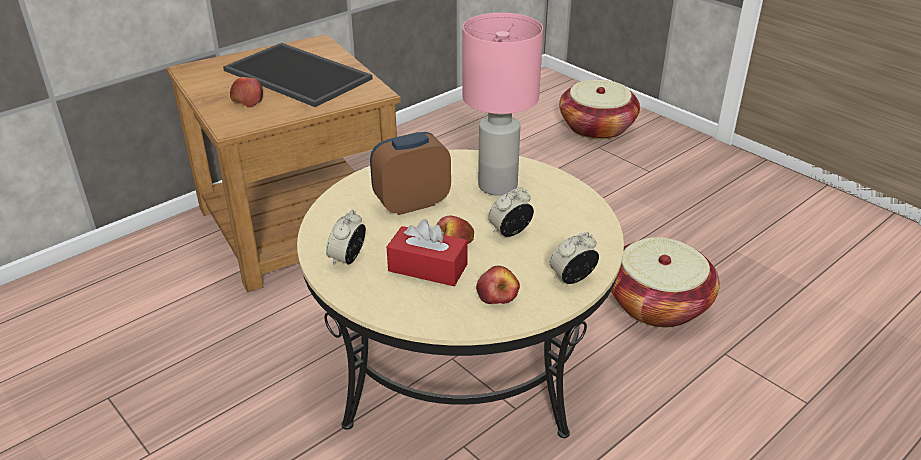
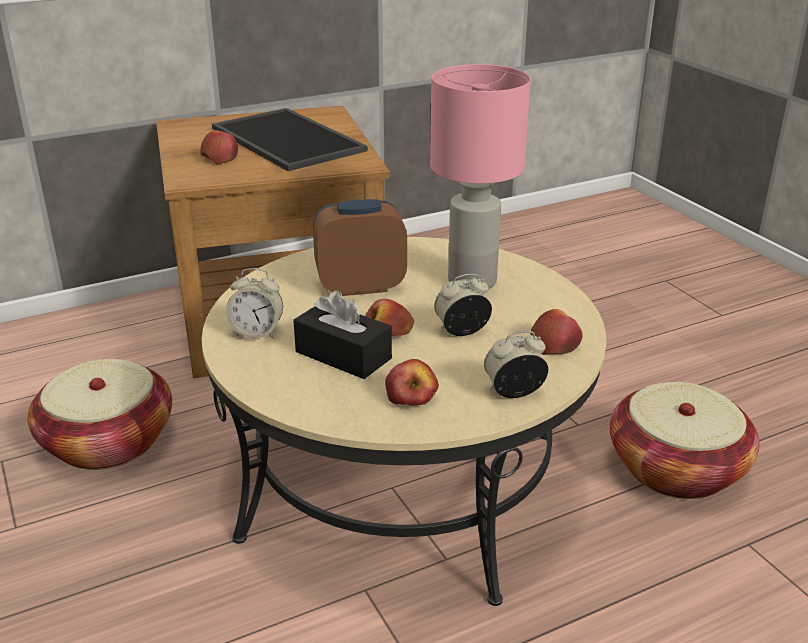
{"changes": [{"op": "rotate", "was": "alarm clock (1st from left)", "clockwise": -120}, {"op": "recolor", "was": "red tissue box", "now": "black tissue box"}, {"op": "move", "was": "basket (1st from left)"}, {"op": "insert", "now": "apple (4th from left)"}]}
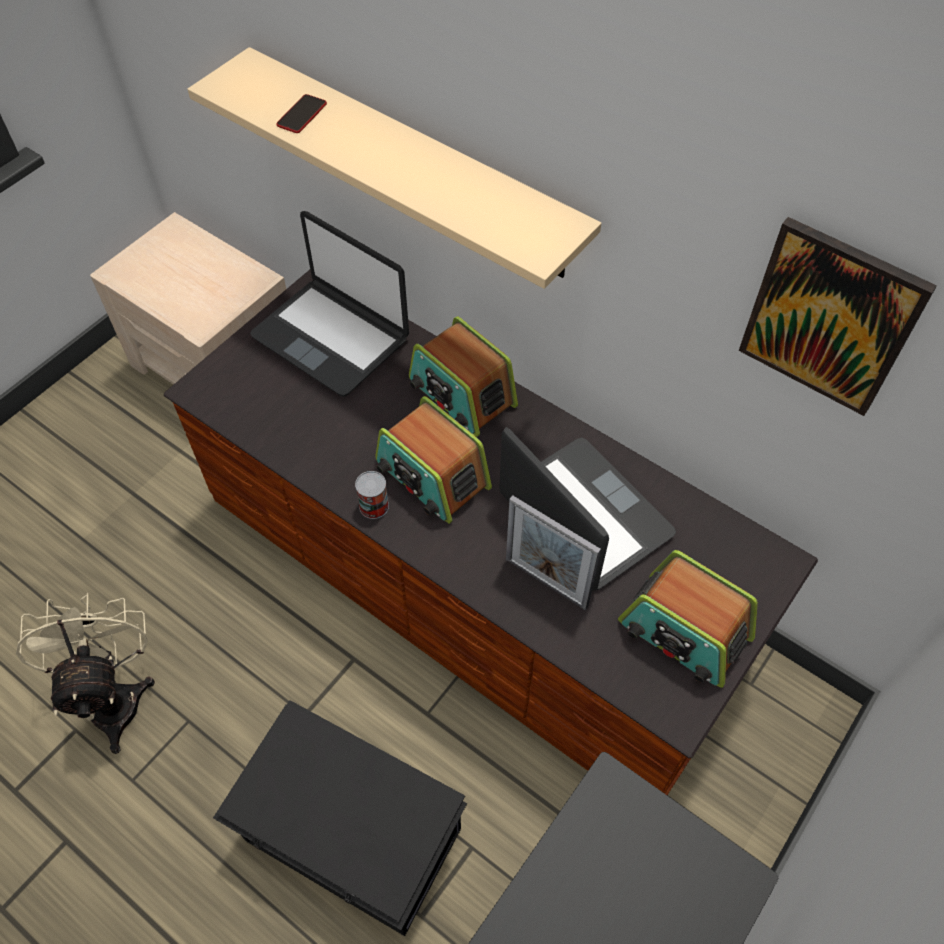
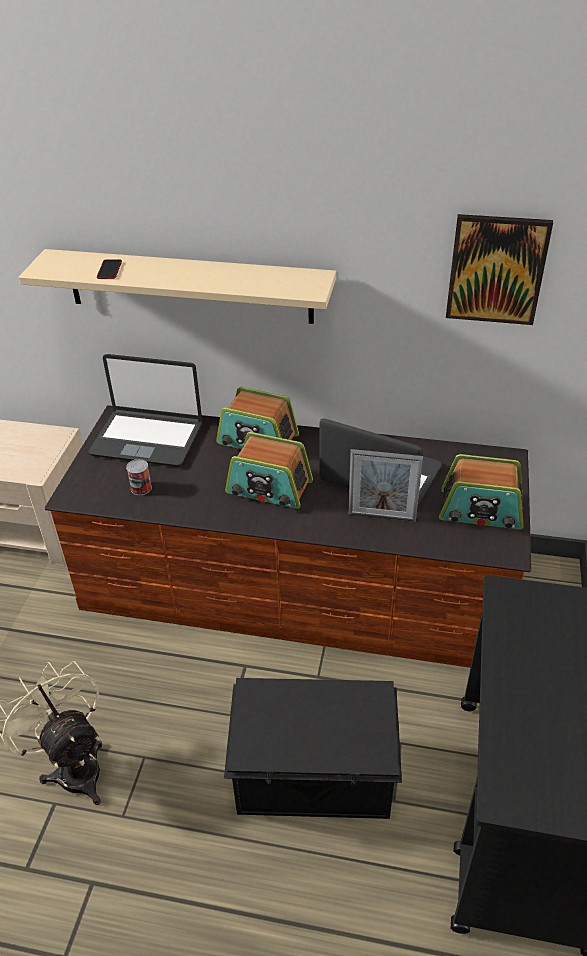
{"changes": [{"op": "move", "was": "can"}]}
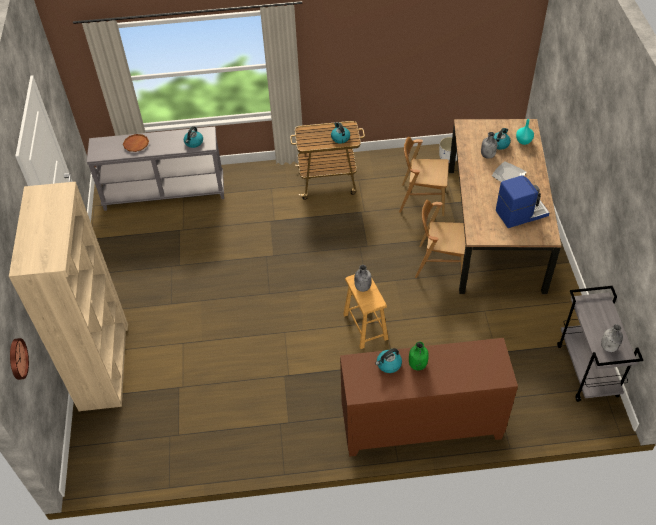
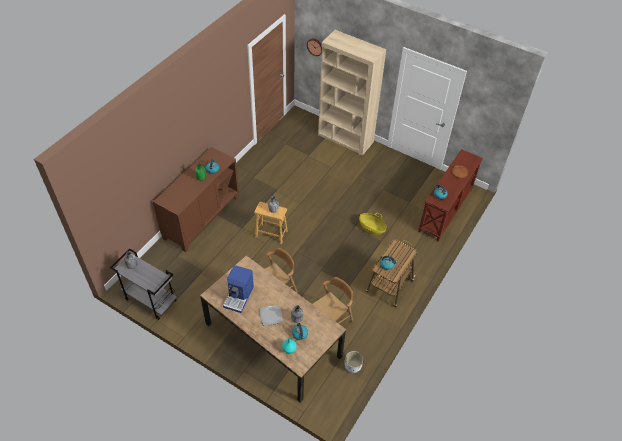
{"changes": [{"op": "recolor", "was": "grey console table", "now": "brown console table"}, {"op": "insert", "now": "basket"}]}
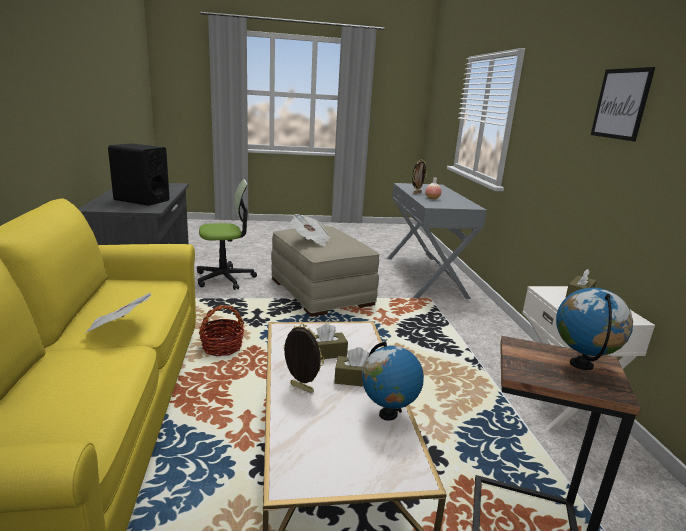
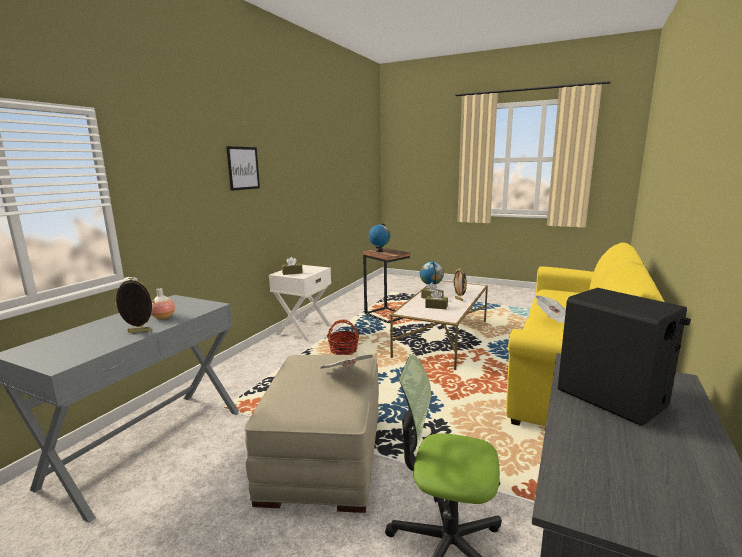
{"changes": [{"op": "move", "was": "basket"}]}
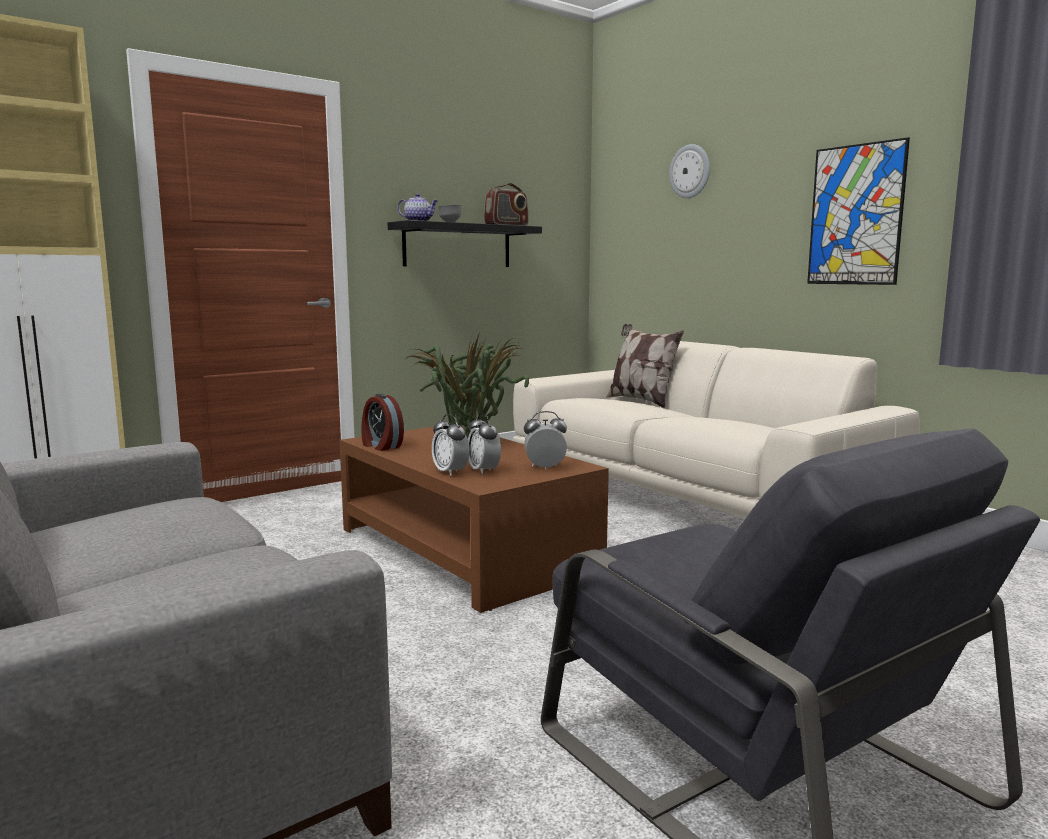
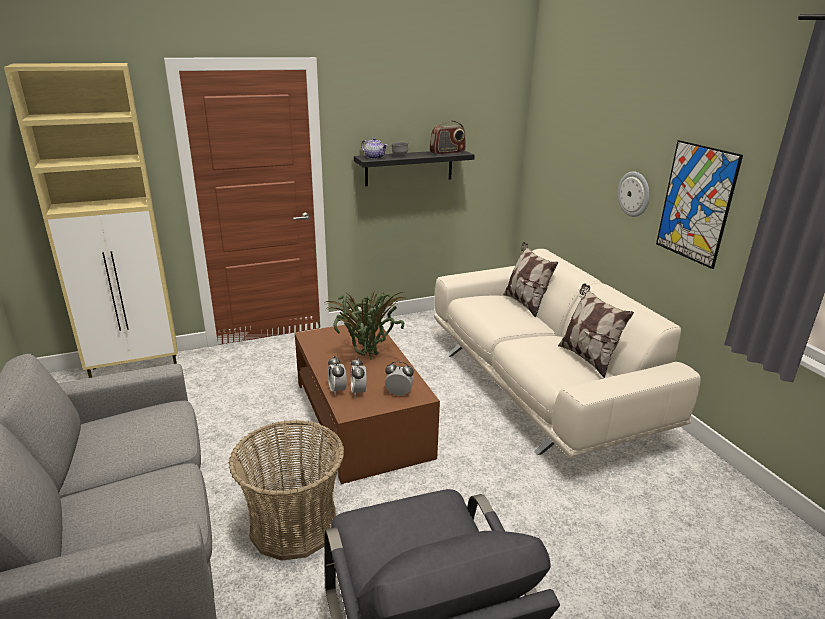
{"changes": [{"op": "delete", "was": "alarm clock (1st from left)"}, {"op": "move", "was": "wall clock"}, {"op": "insert", "now": "basket"}, {"op": "insert", "now": "pillow (2nd from left)"}]}
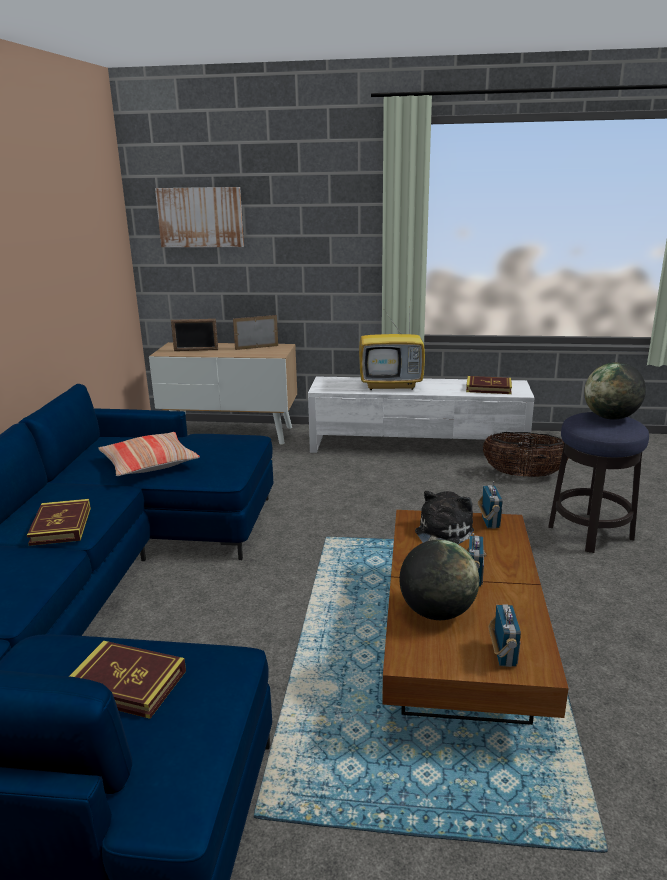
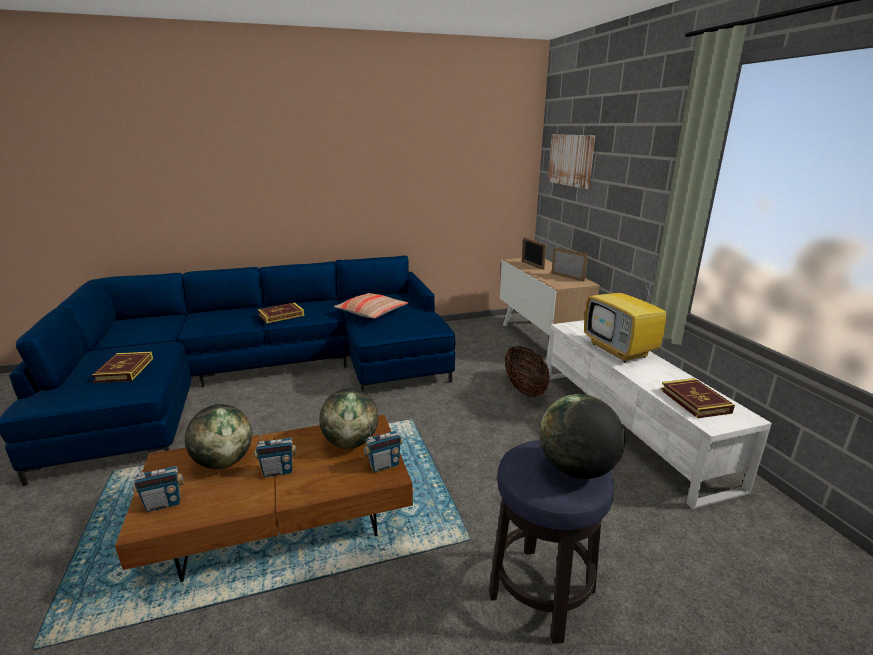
{"changes": [{"op": "replace", "was": "plush toy", "now": "globe (2nd from left)"}, {"op": "move", "was": "basket"}]}
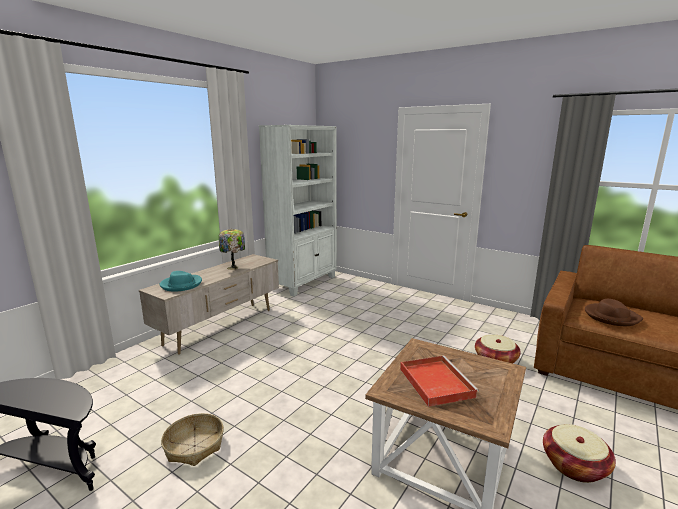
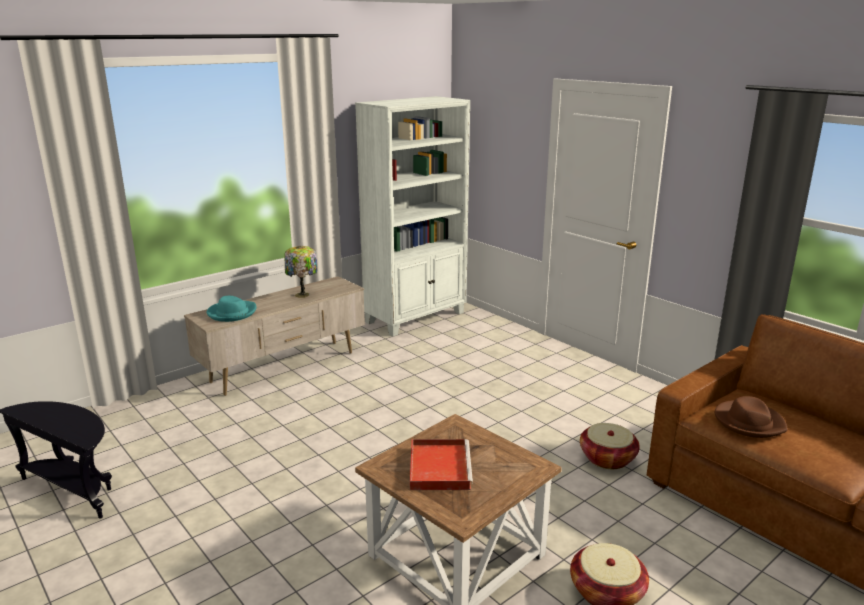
{"changes": [{"op": "delete", "was": "basket (1st from left)"}]}
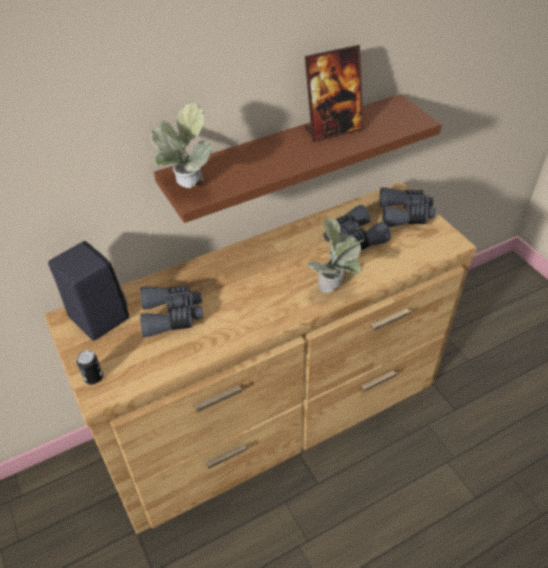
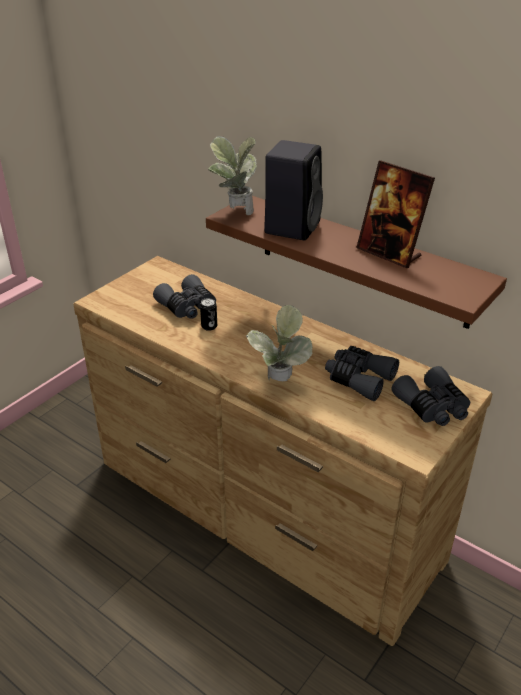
{"changes": [{"op": "move", "was": "black speaker"}, {"op": "move", "was": "can"}]}
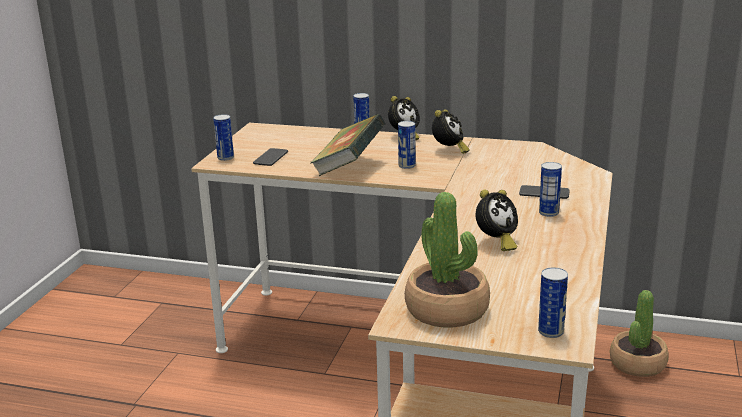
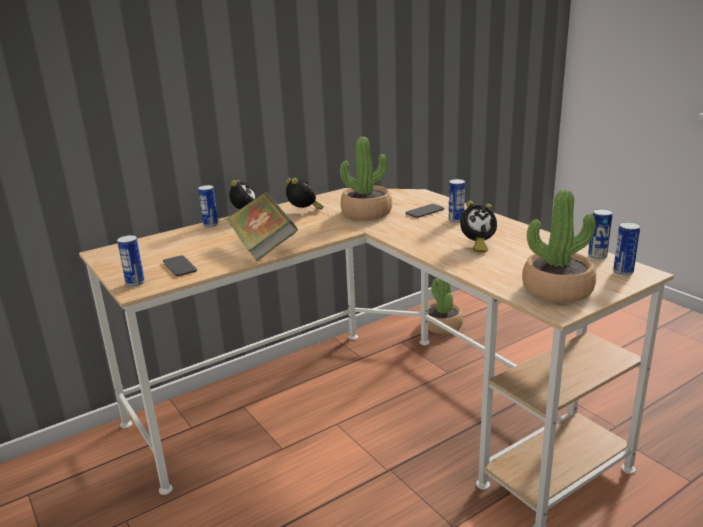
{"changes": [{"op": "move", "was": "can (3rd from left in the first image)", "now": "can (4th from left)"}, {"op": "rotate", "was": "alarm clock (3rd from left)", "clockwise": 75}, {"op": "insert", "now": "potted plant (1st from left)"}]}
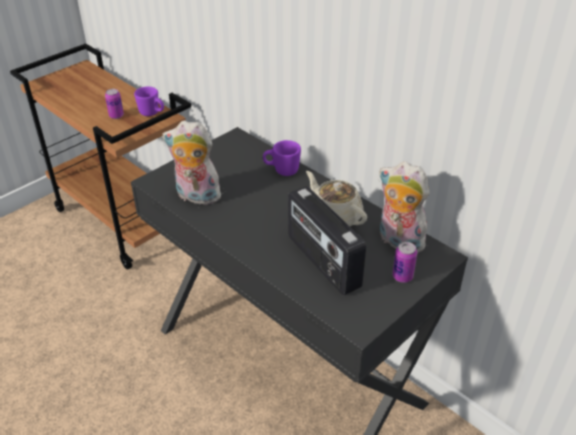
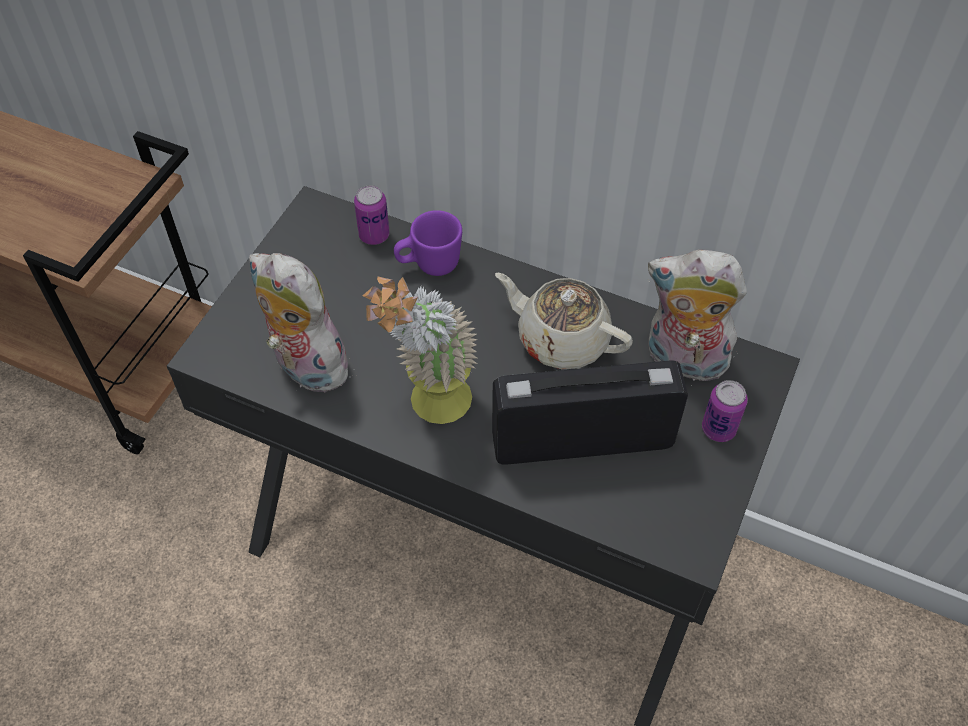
{"changes": [{"op": "move", "was": "can (1st from left)"}, {"op": "delete", "was": "purple mug (1st from left)"}, {"op": "rotate", "was": "plush toy (1st from left)", "clockwise": 45}, {"op": "rotate", "was": "radio", "clockwise": 135}, {"op": "insert", "now": "potted plant"}]}
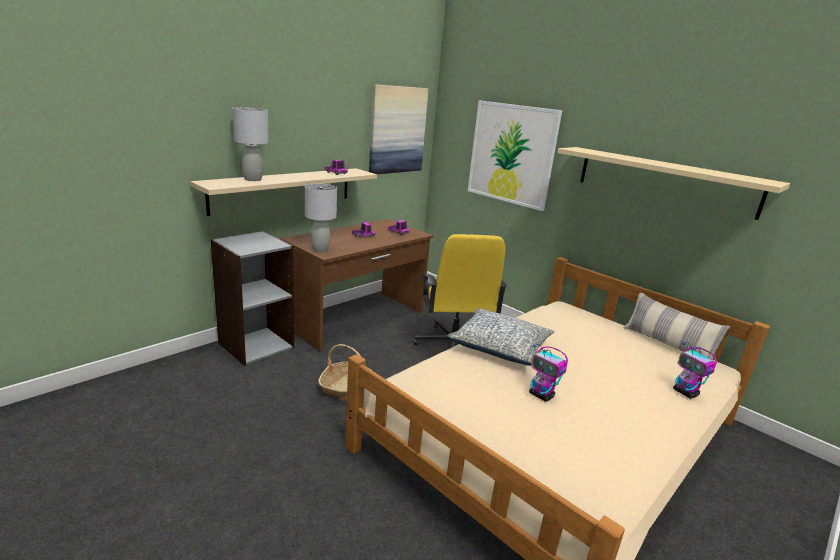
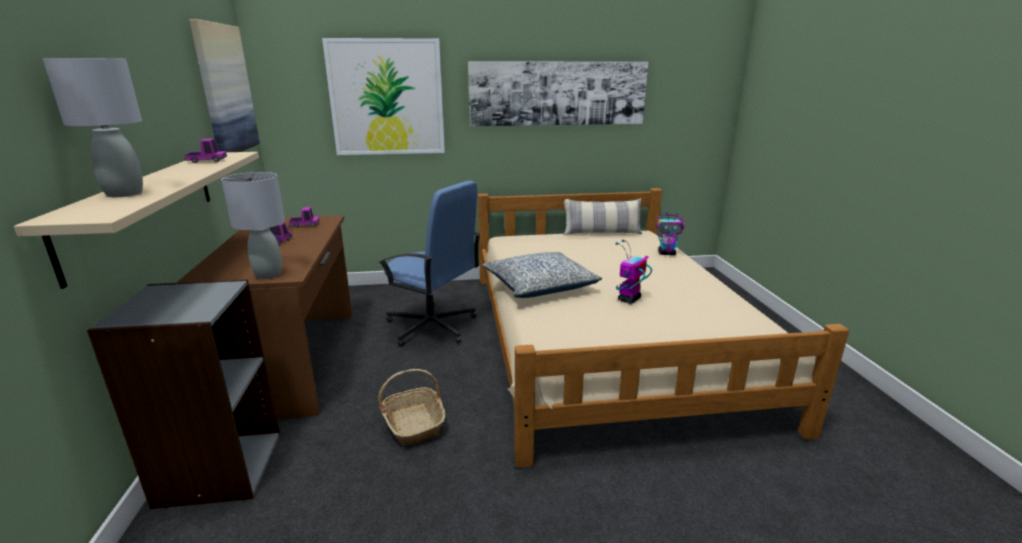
{"changes": [{"op": "recolor", "was": "yellow office chair", "now": "blue office chair"}, {"op": "rotate", "was": "toy robot (1st from left)", "clockwise": 135}, {"op": "replace", "was": "beige shelf (2nd from left)", "now": "picture (3rd from left)"}]}
